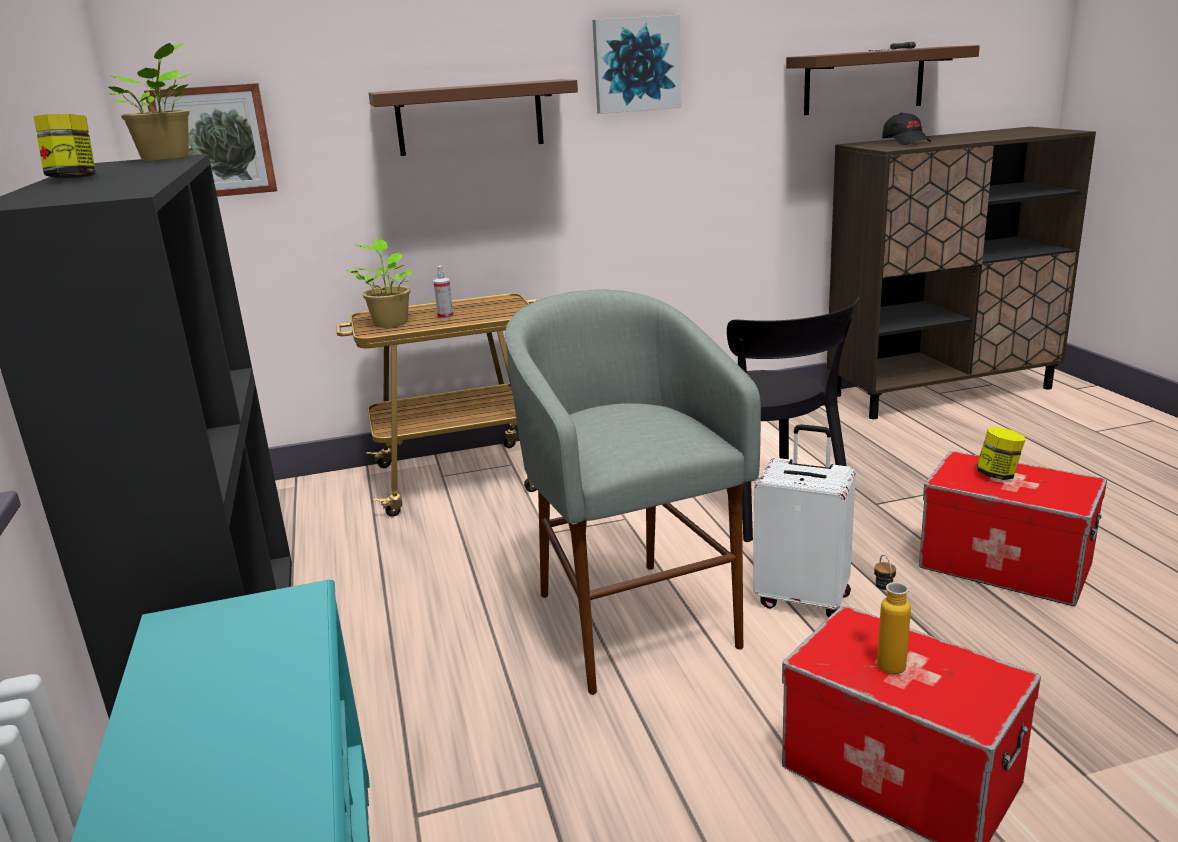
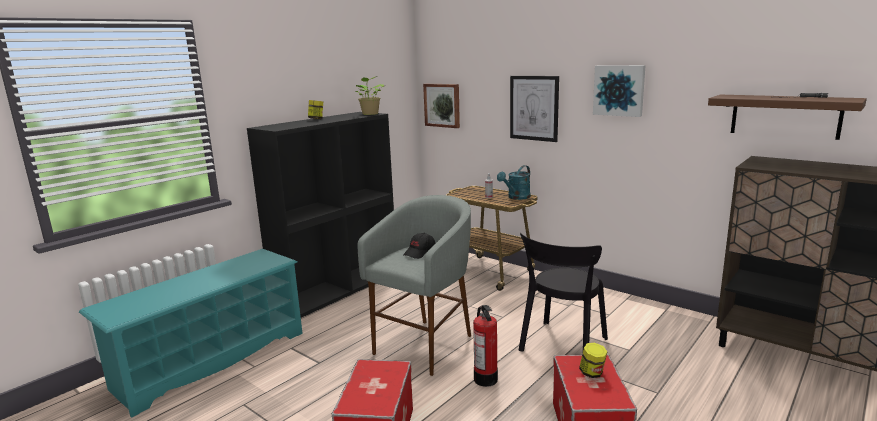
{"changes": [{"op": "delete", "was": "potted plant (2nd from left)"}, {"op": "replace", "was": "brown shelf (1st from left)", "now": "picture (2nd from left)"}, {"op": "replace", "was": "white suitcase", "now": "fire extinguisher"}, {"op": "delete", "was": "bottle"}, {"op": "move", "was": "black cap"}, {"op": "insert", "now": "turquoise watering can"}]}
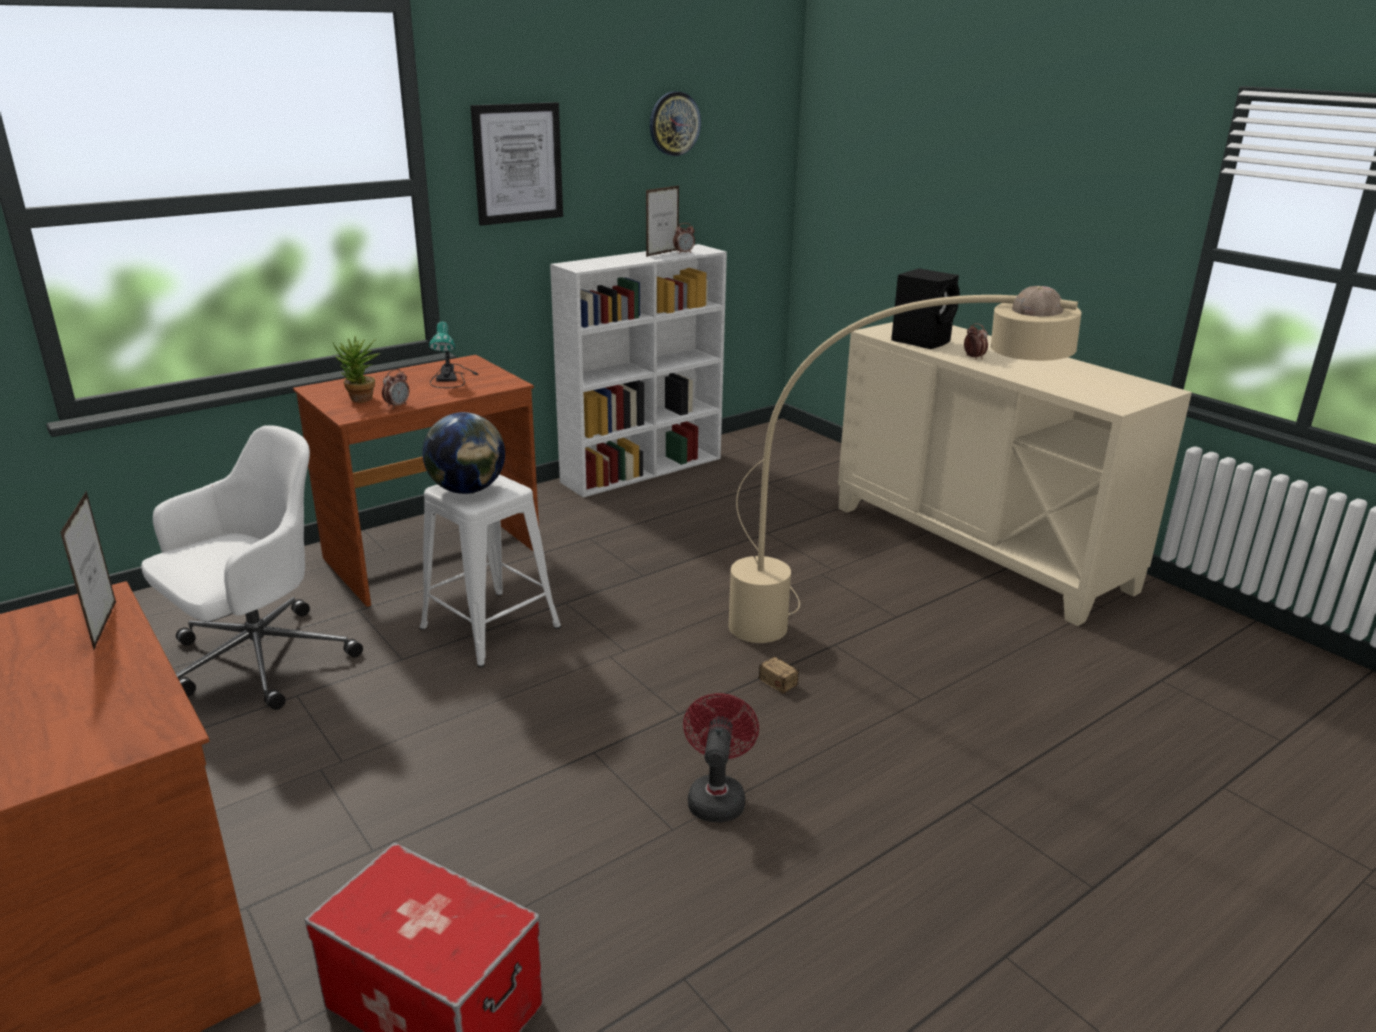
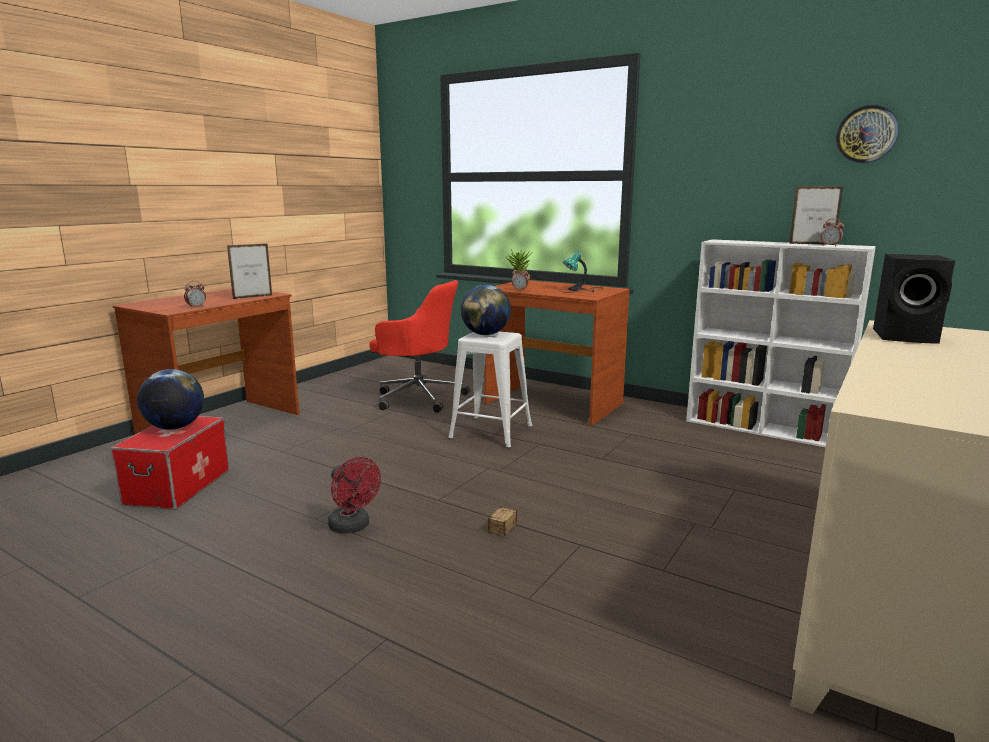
{"changes": [{"op": "recolor", "was": "white office chair", "now": "red office chair"}, {"op": "delete", "was": "picture"}, {"op": "rotate", "was": "red fan", "clockwise": 60}, {"op": "delete", "was": "beige floor lamp"}, {"op": "move", "was": "alarm clock (3rd from left in the first image)", "now": "alarm clock (1st from left)"}, {"op": "insert", "now": "globe (1st from left)"}]}
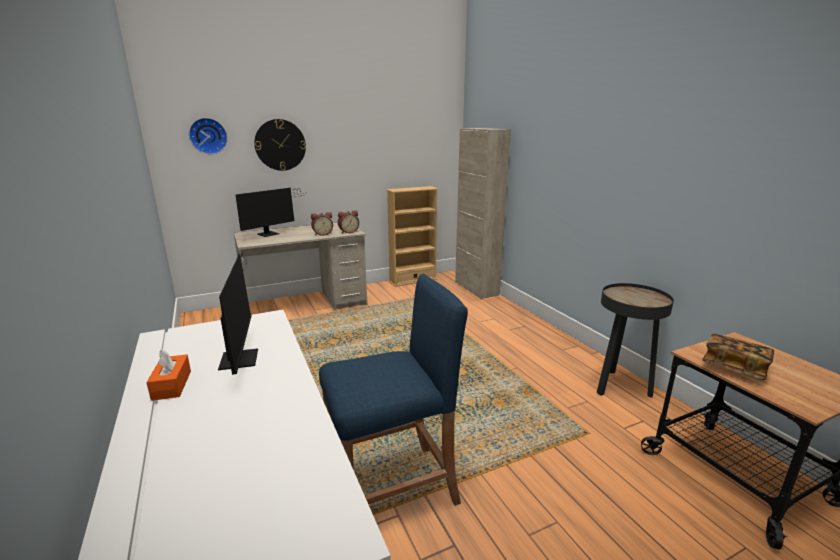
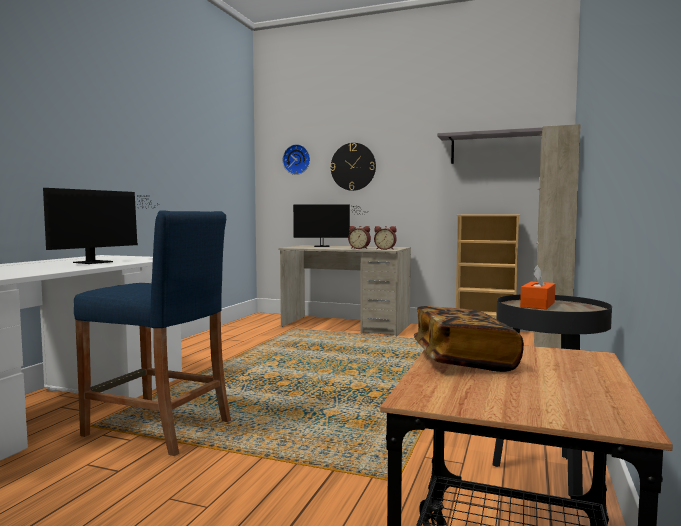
{"changes": [{"op": "move", "was": "orange tissue box"}, {"op": "insert", "now": "grey shelf"}]}
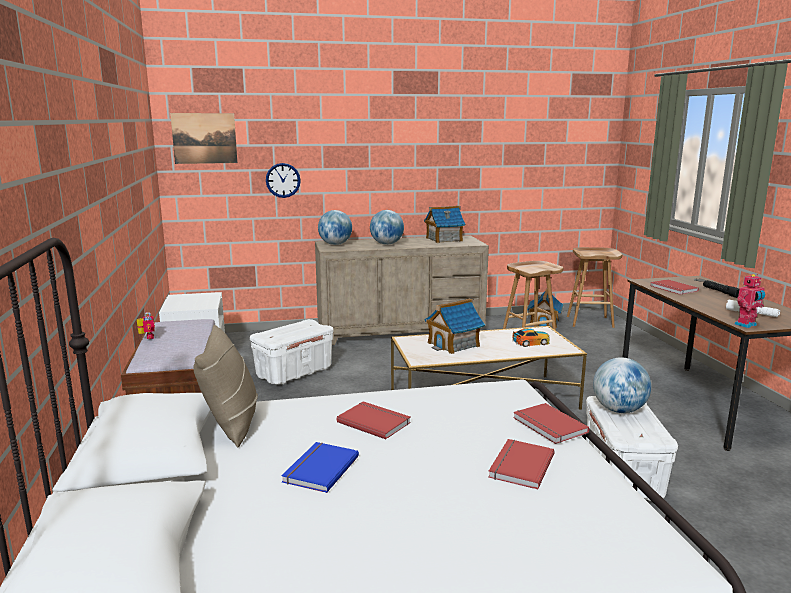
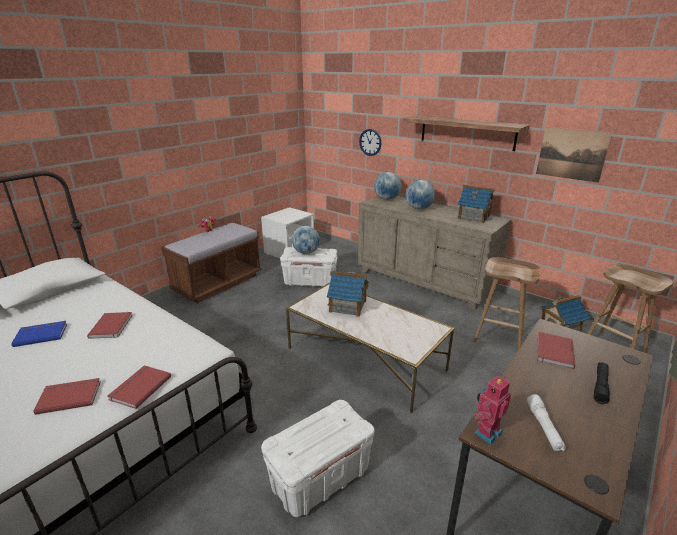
{"changes": [{"op": "move", "was": "picture"}, {"op": "delete", "was": "beige pillow"}, {"op": "delete", "was": "toy car"}, {"op": "move", "was": "globe (3rd from left in the first image)", "now": "globe (1st from left)"}, {"op": "rotate", "was": "toy robot (2nd from left)", "clockwise": 120}, {"op": "insert", "now": "shelf"}]}
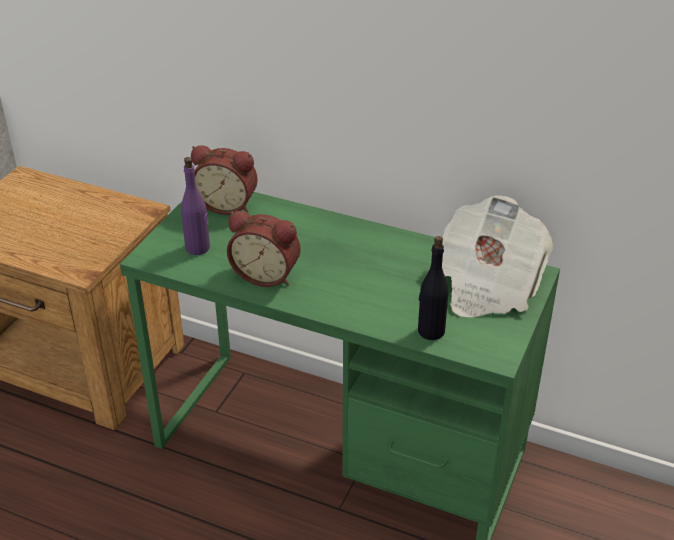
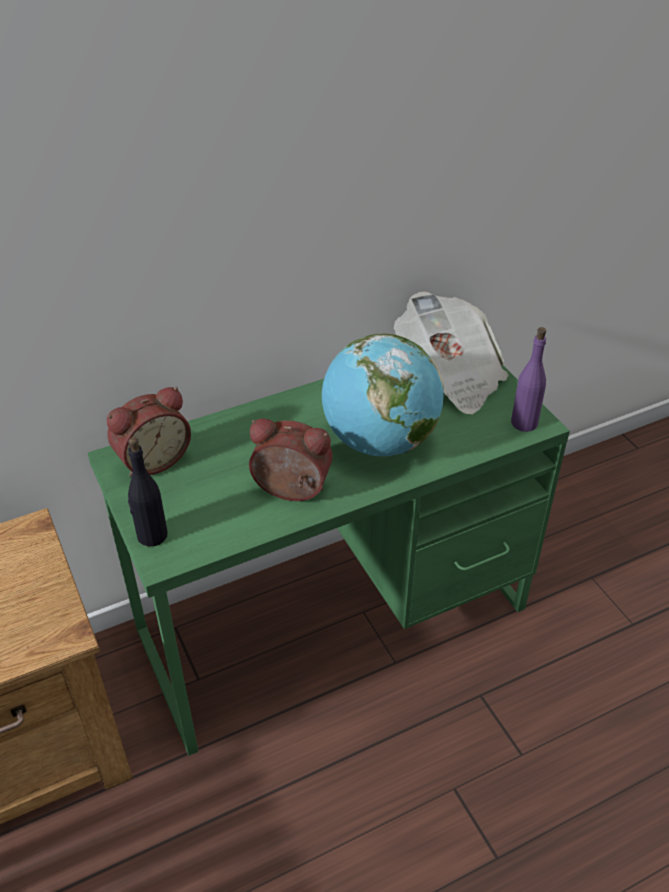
{"changes": [{"op": "move", "was": "purple bottle"}, {"op": "rotate", "was": "alarm clock (2nd from left)", "clockwise": -135}, {"op": "move", "was": "black bottle"}, {"op": "insert", "now": "globe"}]}
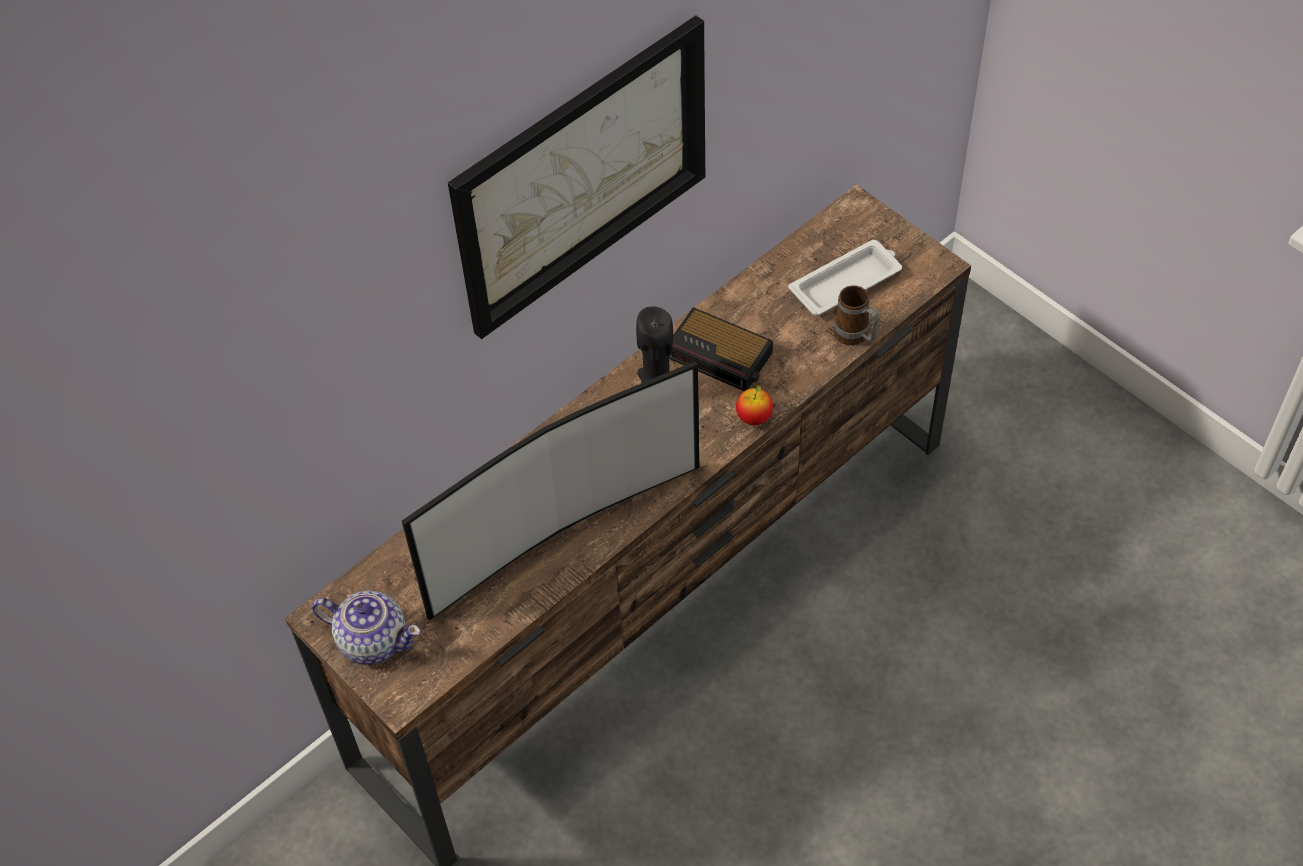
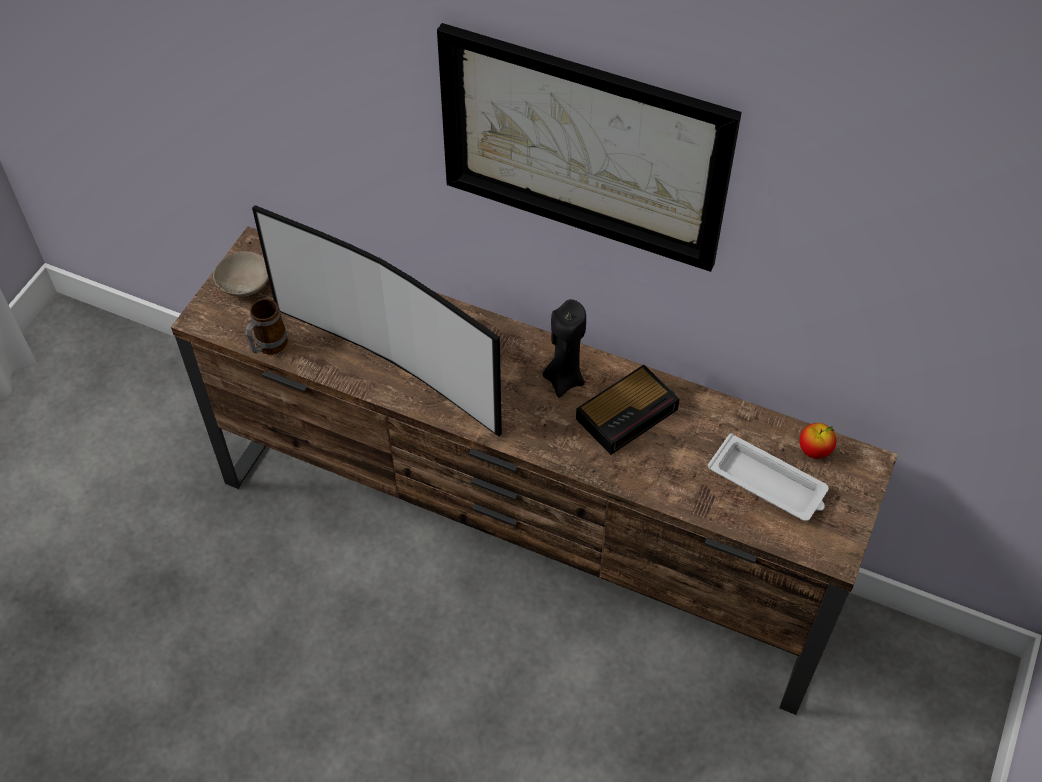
{"changes": [{"op": "replace", "was": "teapot", "now": "beige bowl"}, {"op": "rotate", "was": "alarm clock", "clockwise": -135}, {"op": "move", "was": "apple"}, {"op": "move", "was": "mug"}]}
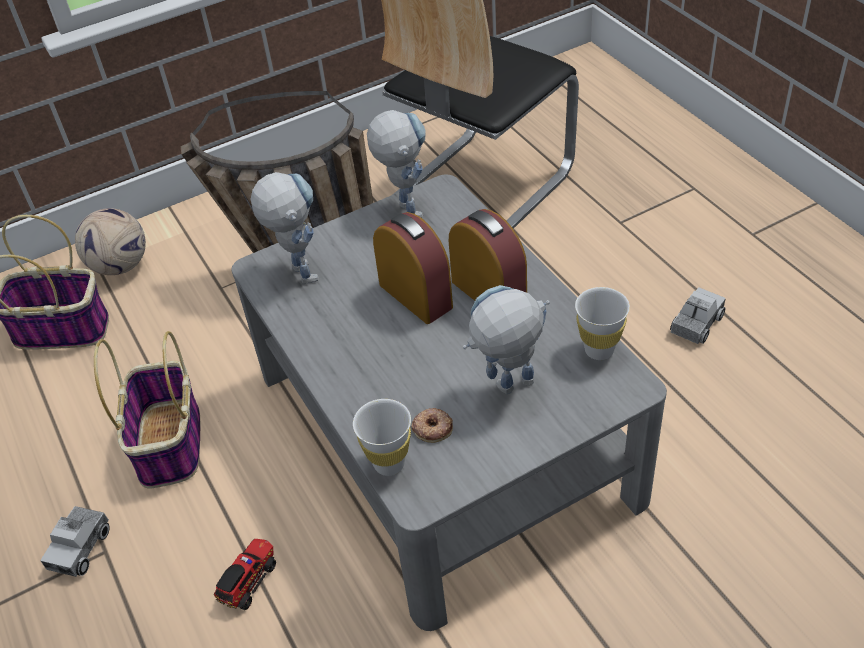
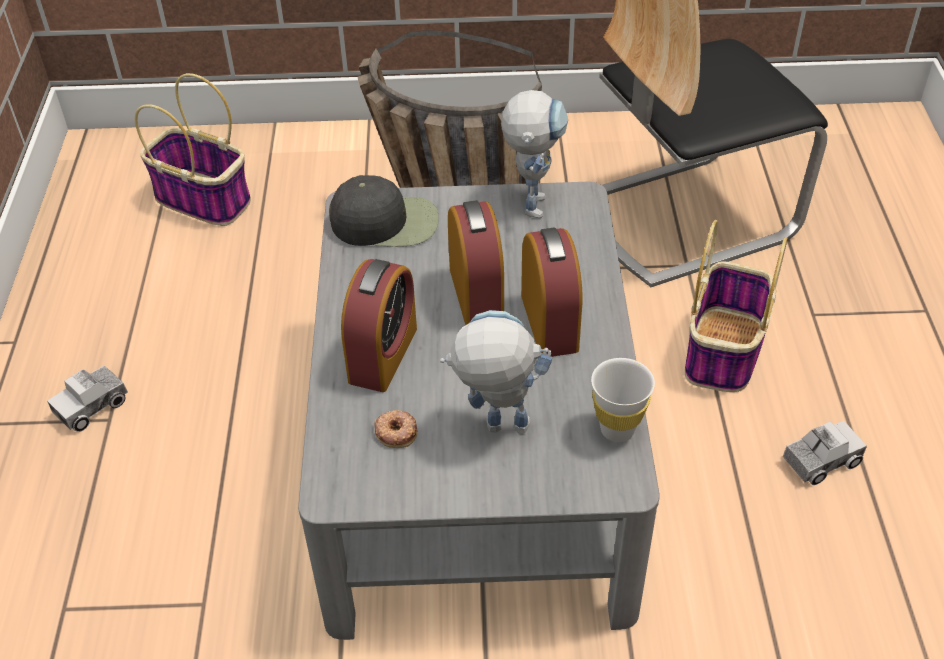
{"changes": [{"op": "delete", "was": "football"}, {"op": "move", "was": "basket (2nd from left in the first image)", "now": "basket (3rd from left)"}, {"op": "delete", "was": "toy truck (2nd from left)"}, {"op": "replace", "was": "toy robot (1st from left)", "now": "black cap"}, {"op": "delete", "was": "white cup (1st from left)"}, {"op": "insert", "now": "alarm clock (1st from left)"}]}
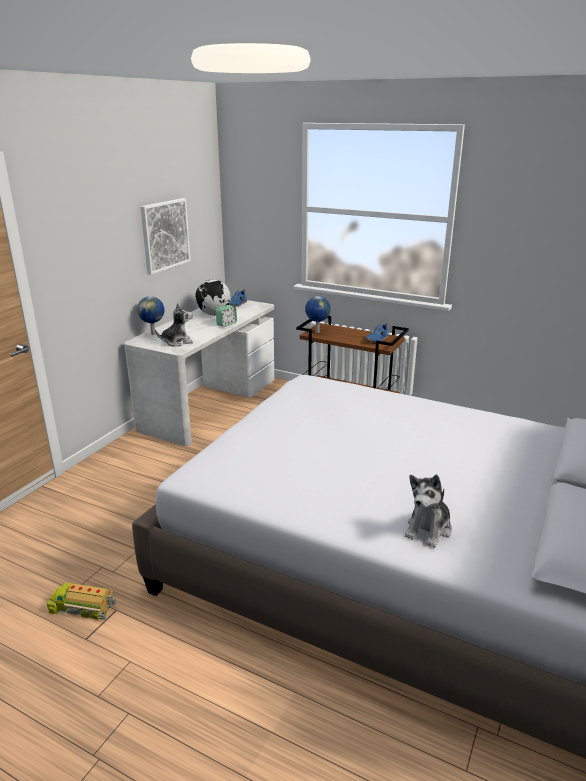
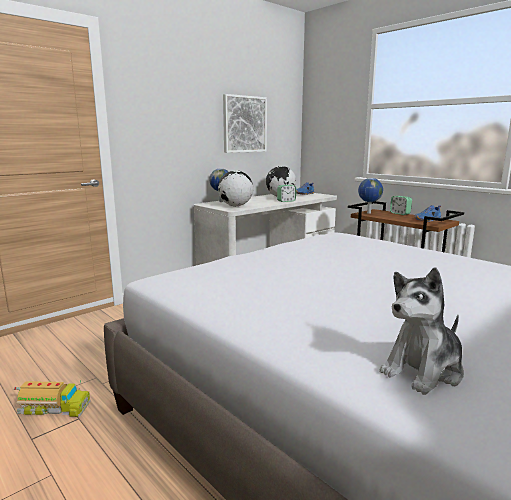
{"changes": [{"op": "rotate", "was": "toy truck", "clockwise": 150}, {"op": "replace", "was": "plush toy (1st from left)", "now": "globe (2nd from left)"}, {"op": "insert", "now": "alarm clock (2nd from left)"}]}
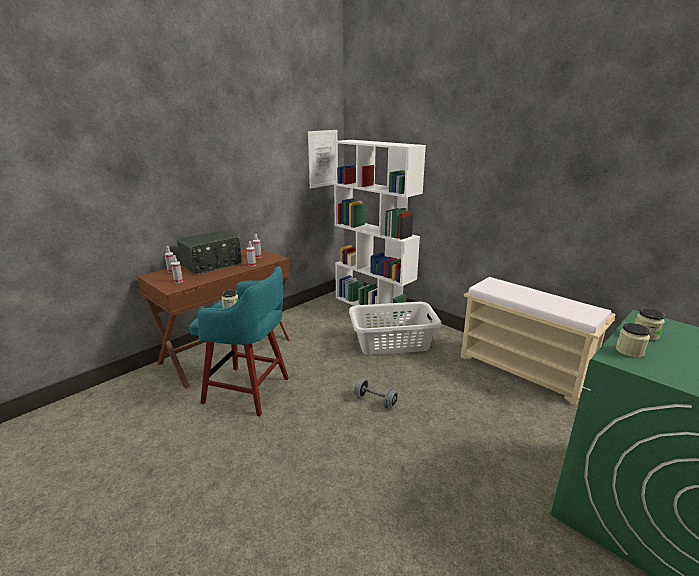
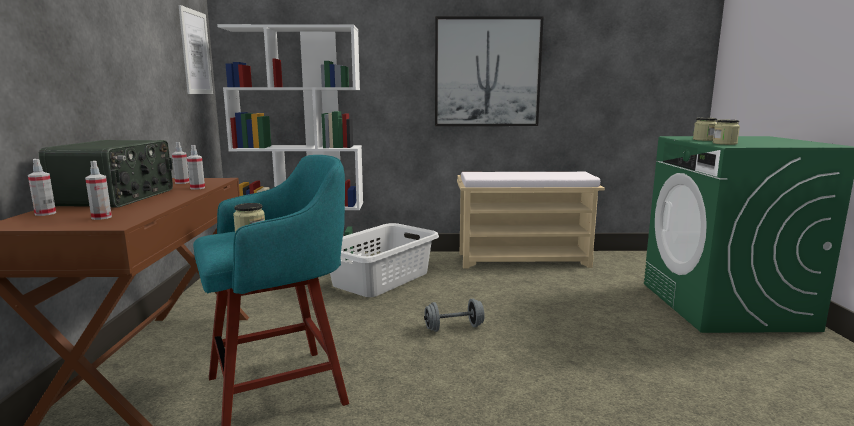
{"changes": [{"op": "insert", "now": "picture (2nd from left)"}]}
